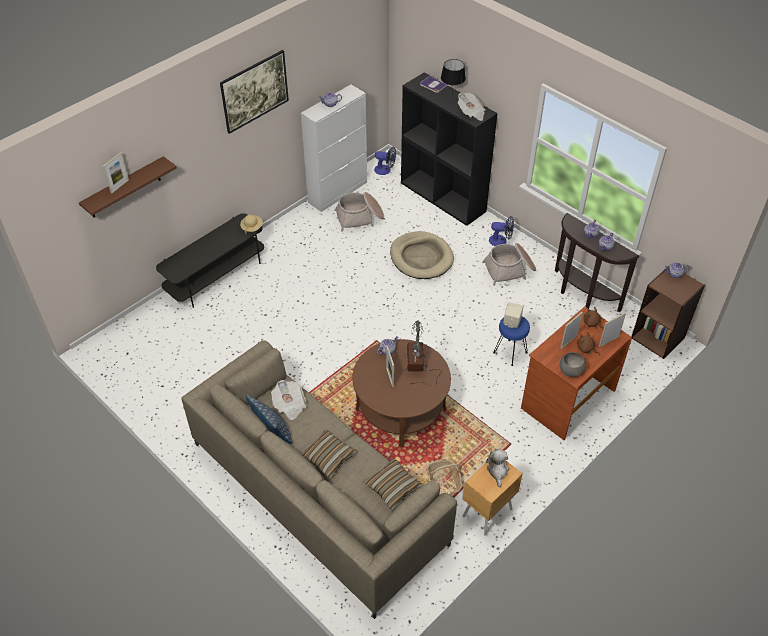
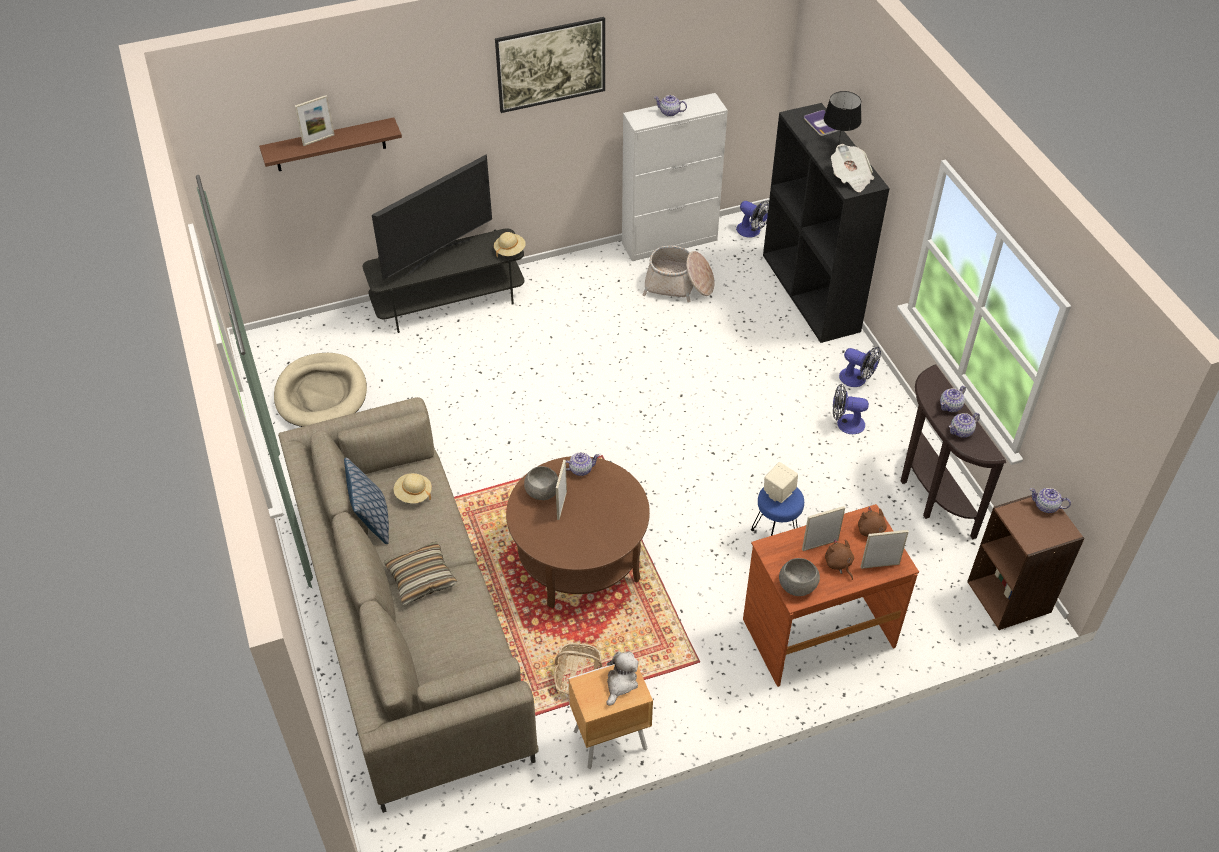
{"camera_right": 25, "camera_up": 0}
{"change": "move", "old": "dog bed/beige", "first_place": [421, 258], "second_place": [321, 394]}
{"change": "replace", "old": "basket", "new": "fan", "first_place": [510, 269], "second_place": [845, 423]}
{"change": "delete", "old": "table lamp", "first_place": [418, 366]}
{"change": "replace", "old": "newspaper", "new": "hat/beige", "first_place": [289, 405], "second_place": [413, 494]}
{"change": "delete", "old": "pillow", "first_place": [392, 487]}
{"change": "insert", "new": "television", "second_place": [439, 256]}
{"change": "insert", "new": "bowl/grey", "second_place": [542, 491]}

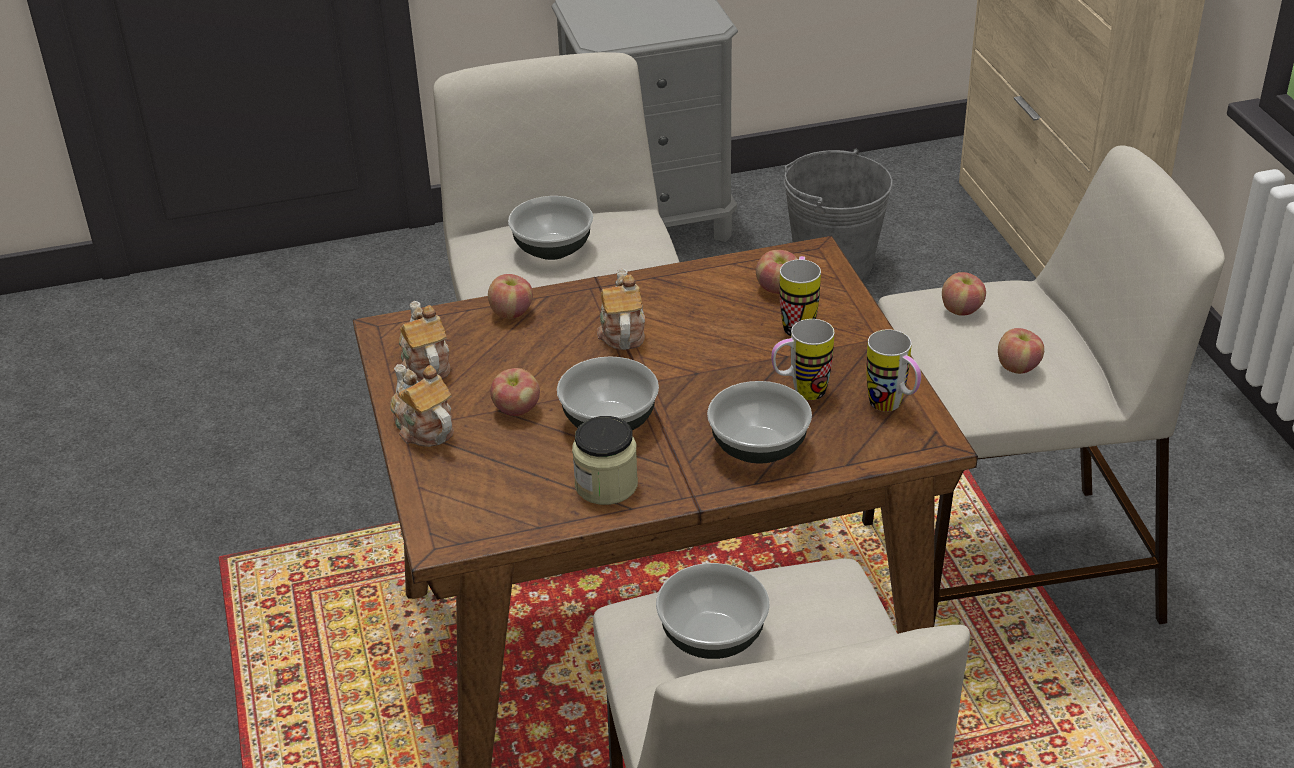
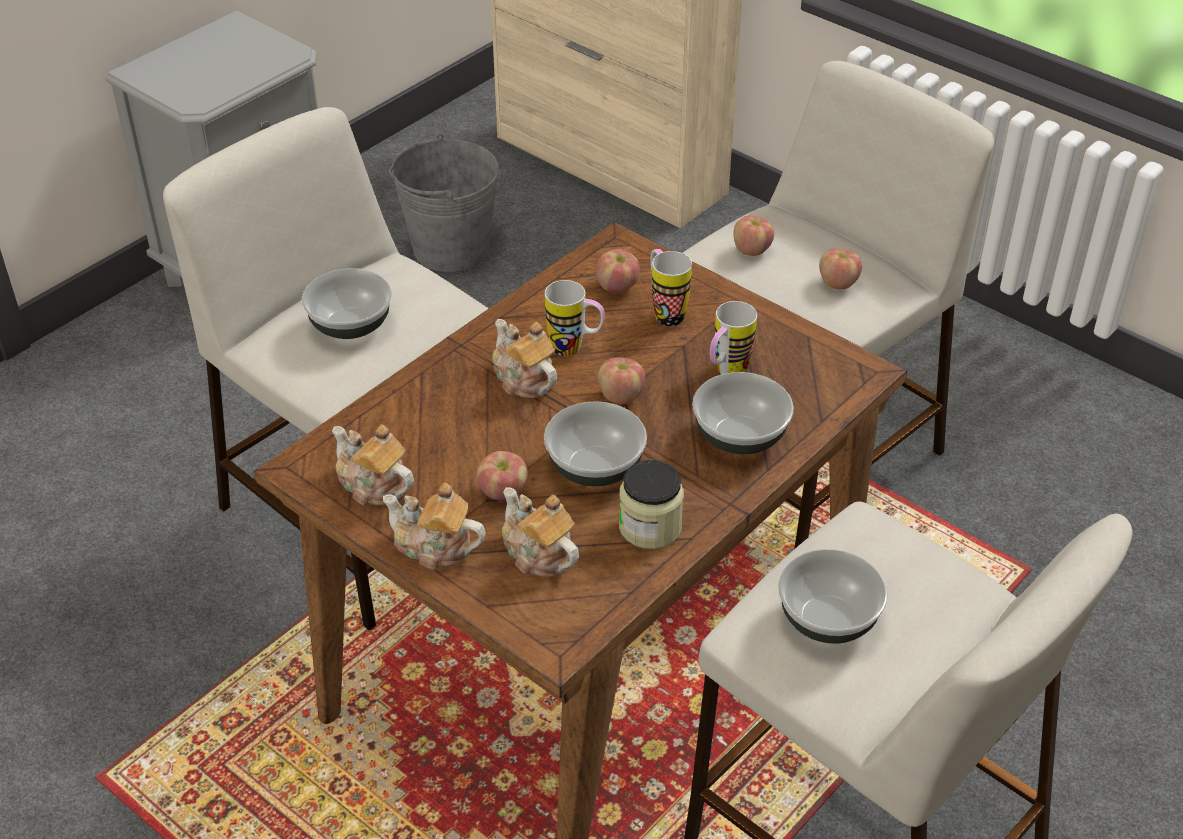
{"camera_right": -35, "camera_up": 5}
{"change": "move", "old": "apple", "first_place": [511, 312], "second_place": [620, 396]}
{"change": "move", "old": "mug", "first_place": [892, 407], "second_place": [575, 349]}
{"change": "insert", "new": "teapot", "second_place": [538, 554]}

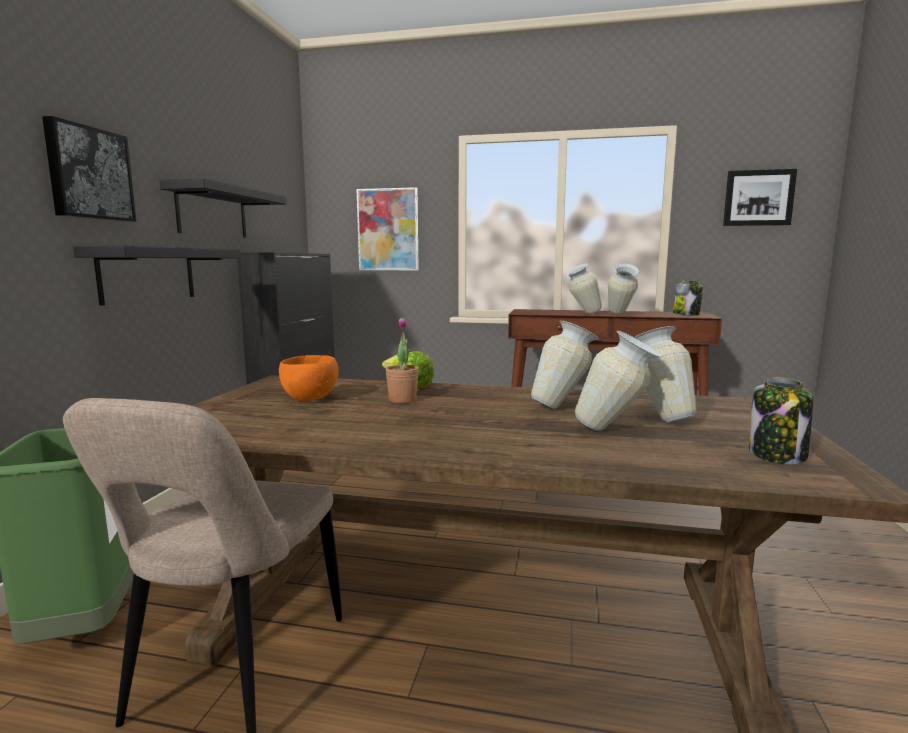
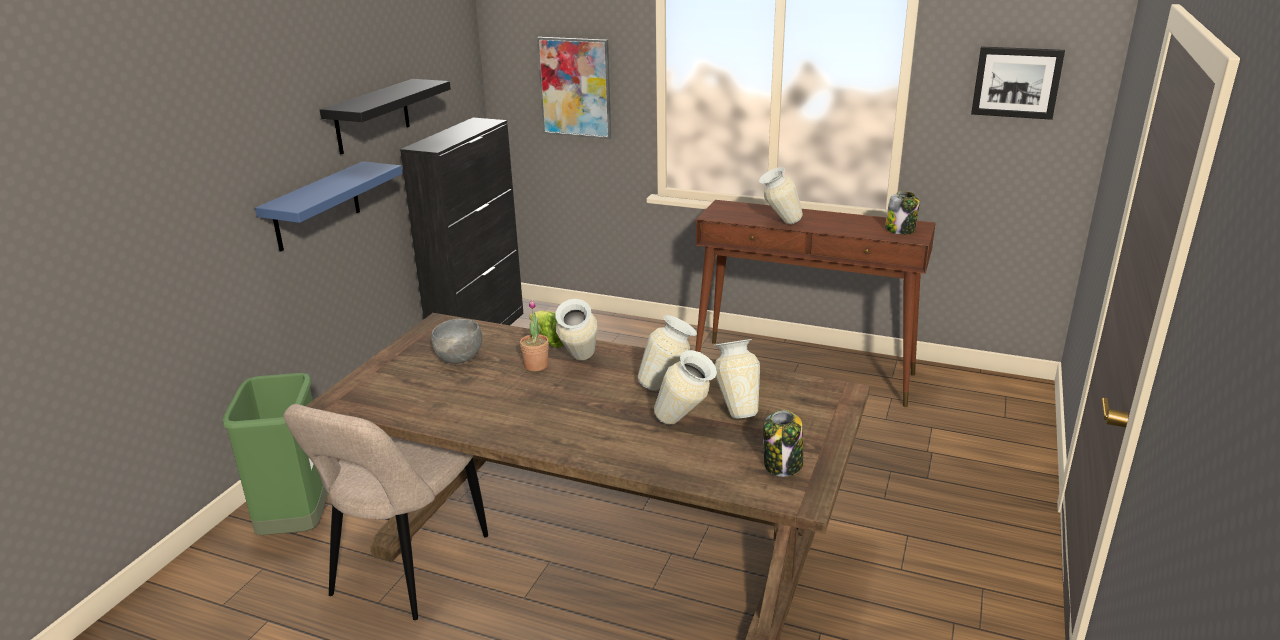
{"camera_right": 10, "camera_up": 15}
{"change": "delete", "old": "picture", "first_place": [89, 173]}
{"change": "recolor", "old": "shelf/black", "new": "shelf/blue", "first_place": [148, 274], "second_place": [317, 206]}
{"change": "move", "old": "vase", "first_place": [620, 314], "second_place": [578, 365]}
{"change": "recolor", "old": "bowl/orange", "new": "bowl/grey", "first_place": [311, 399], "second_place": [460, 359]}

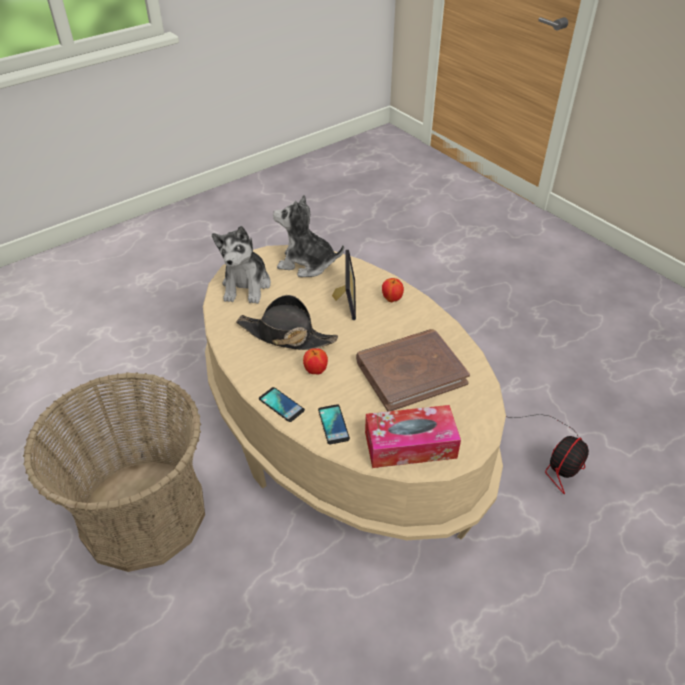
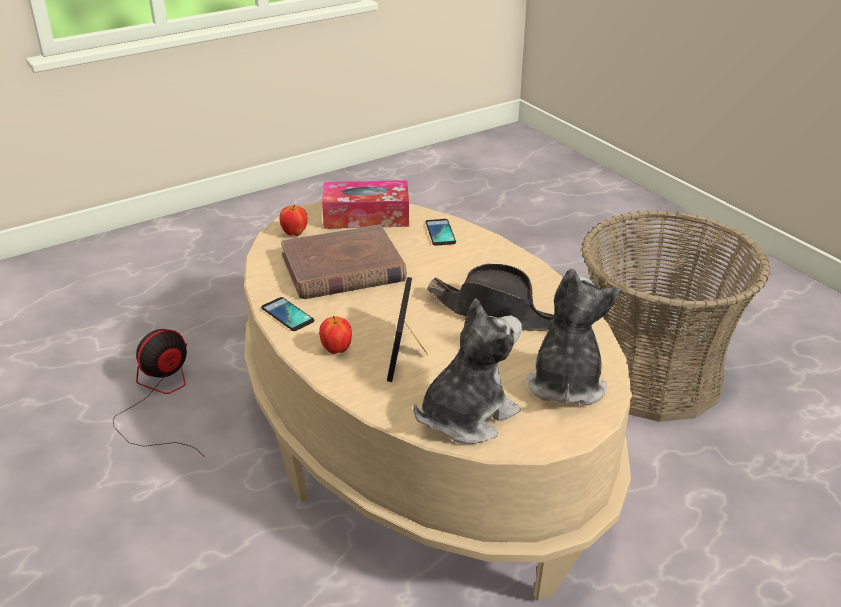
{"camera_right": -175, "camera_up": -10}
{"change": "rotate", "old": "plush toy", "first_place": [306, 264], "second_place": [466, 416], "degrees": -60}
{"change": "move", "old": "apple", "first_place": [315, 371], "second_place": [294, 233]}
{"change": "move", "old": "phone", "first_place": [281, 405], "second_place": [287, 315]}

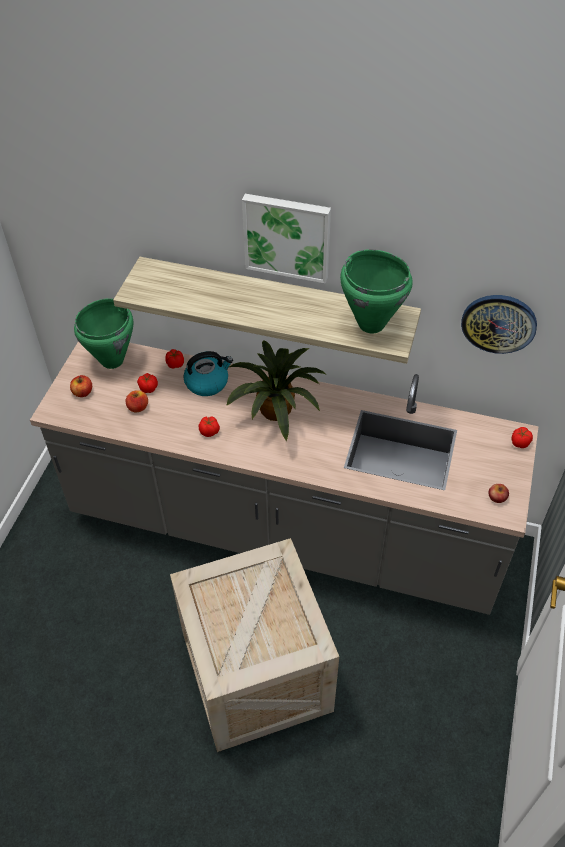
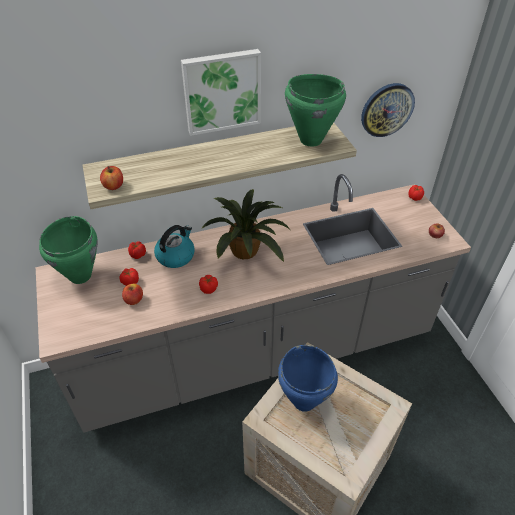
{"camera_right": -35, "camera_up": -5}
{"change": "move", "old": "apple", "first_place": [83, 392], "second_place": [113, 186]}
{"change": "insert", "new": "cooking pot/blue", "second_place": [303, 402]}

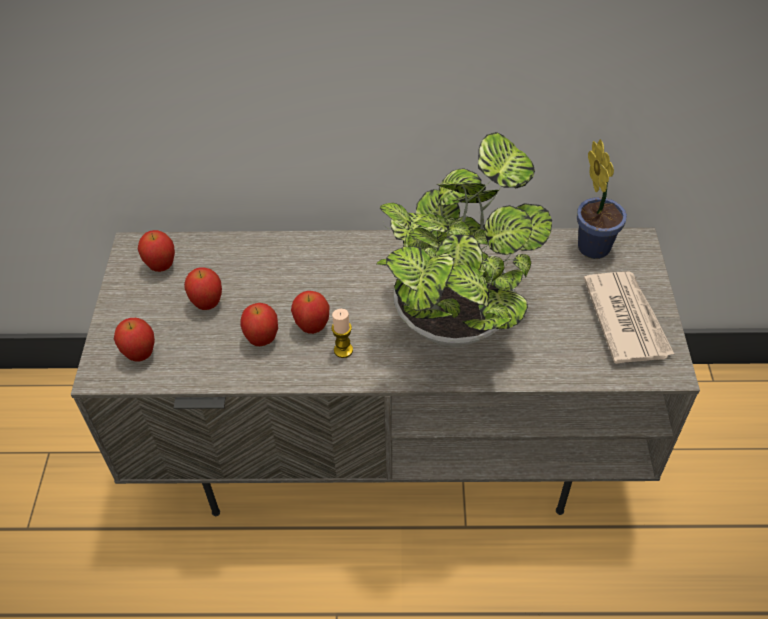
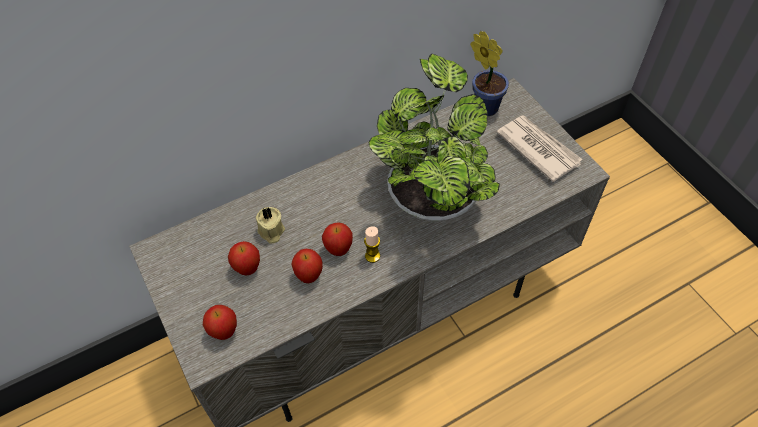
{"camera_right": -30, "camera_up": 5}
{"change": "delete", "old": "apple", "first_place": [161, 266]}
{"change": "insert", "new": "candle/beige", "second_place": [271, 232]}

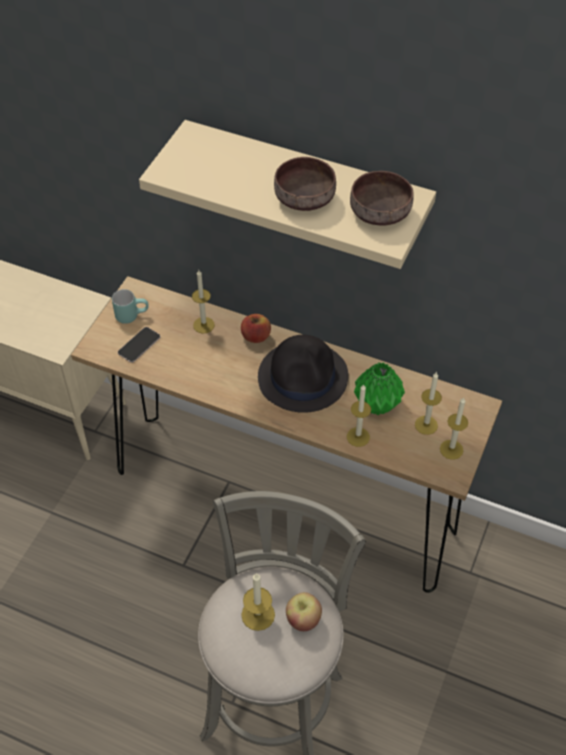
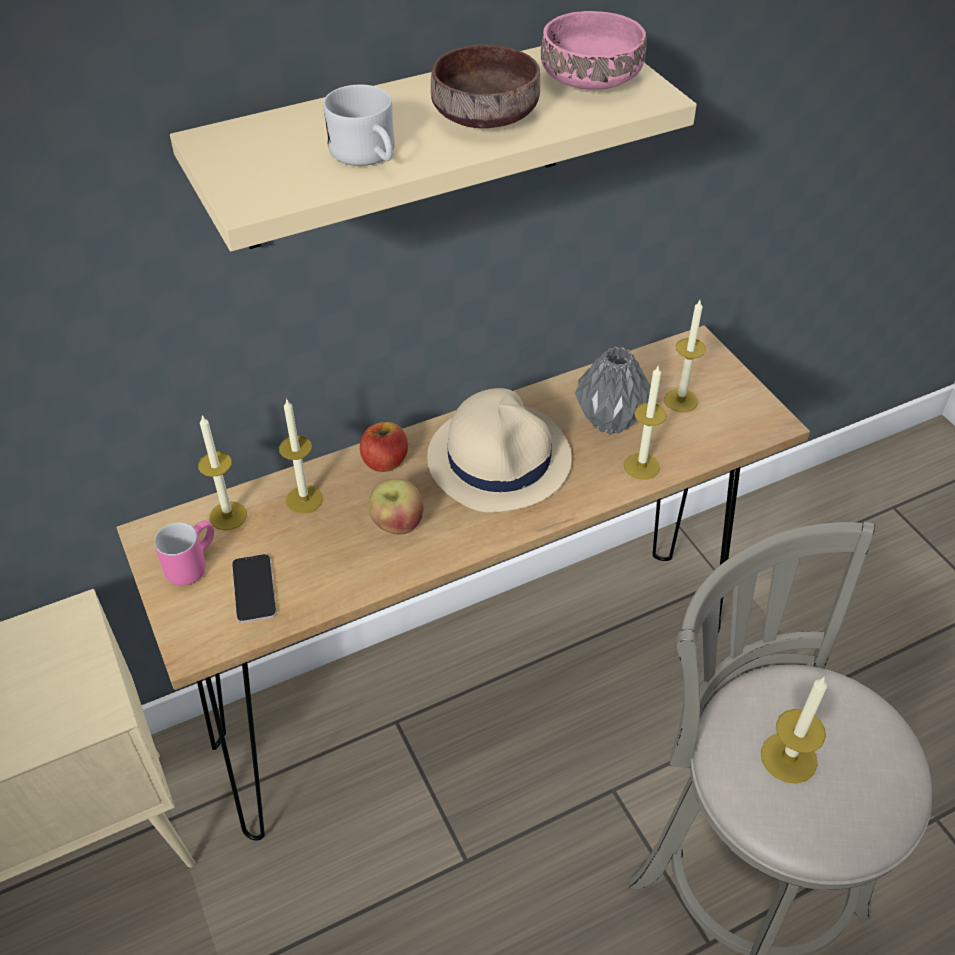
{"camera_right": -50, "camera_up": -5}
{"change": "recolor", "old": "bowl/brown", "new": "bowl/pink", "first_place": [380, 211], "second_place": [589, 78]}
{"change": "recolor", "old": "mug/turquoise", "new": "mug/pink", "first_place": [132, 315], "second_place": [191, 563]}
{"change": "recolor", "old": "hat/black", "new": "hat/beige", "first_place": [303, 377], "second_place": [499, 458]}
{"change": "recolor", "old": "vase/green", "new": "vase/grey", "first_place": [378, 404], "second_place": [611, 420]}
{"change": "move", "old": "candle", "first_place": [451, 449], "second_place": [228, 516]}
{"change": "move", "old": "apple", "first_place": [303, 619], "second_place": [397, 524]}
{"change": "insert", "new": "mug/white", "second_place": [368, 156]}

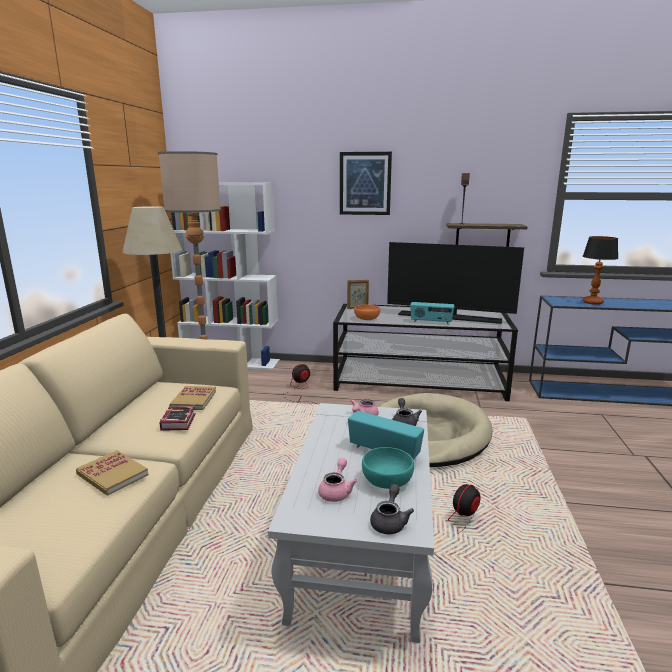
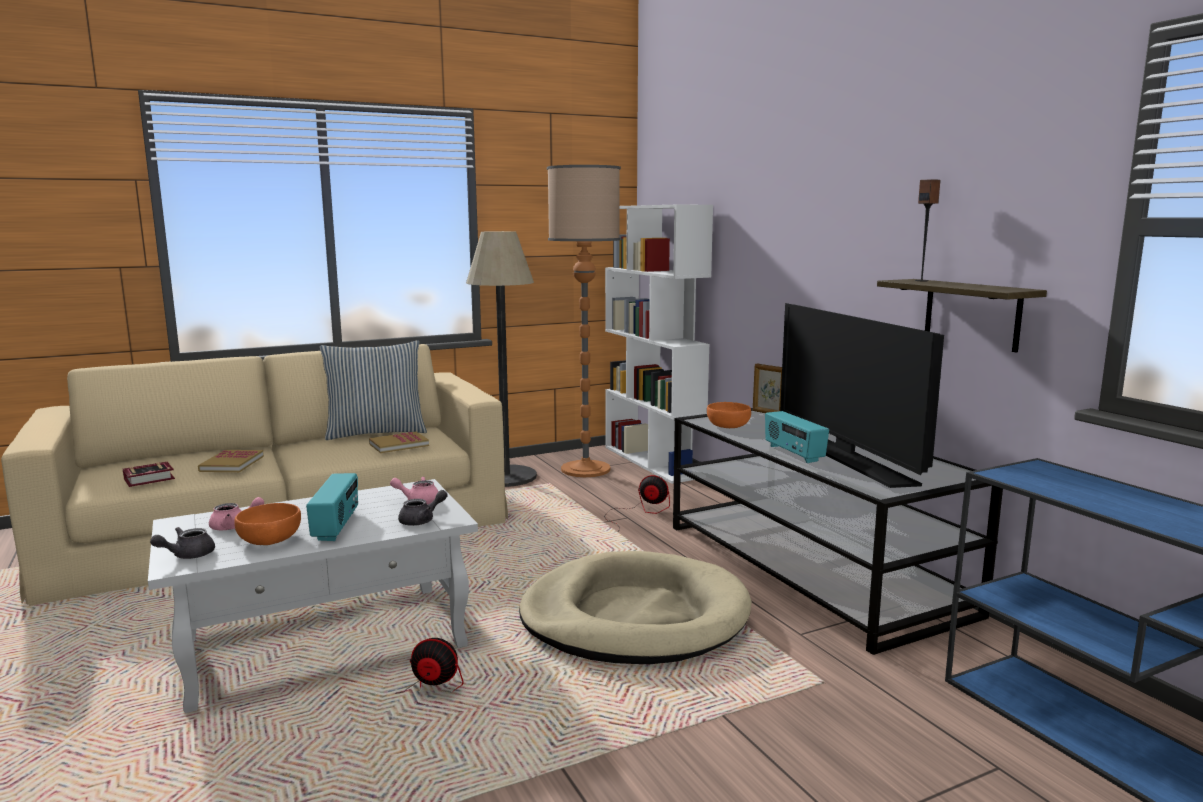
{"camera_right": 55, "camera_up": -5}
{"change": "delete", "old": "picture", "first_place": [365, 183]}
{"change": "delete", "old": "table lamp", "first_place": [593, 302]}
{"change": "move", "old": "book", "first_place": [180, 421], "second_place": [151, 479]}
{"change": "recolor", "old": "bowl/turquoise", "new": "bowl/orange", "first_place": [386, 480], "second_place": [271, 539]}
{"change": "rotate", "old": "teapot/grey", "first_place": [389, 521], "second_place": [187, 555], "degrees": 150}
{"change": "insert", "new": "pillow", "second_place": [376, 433]}

